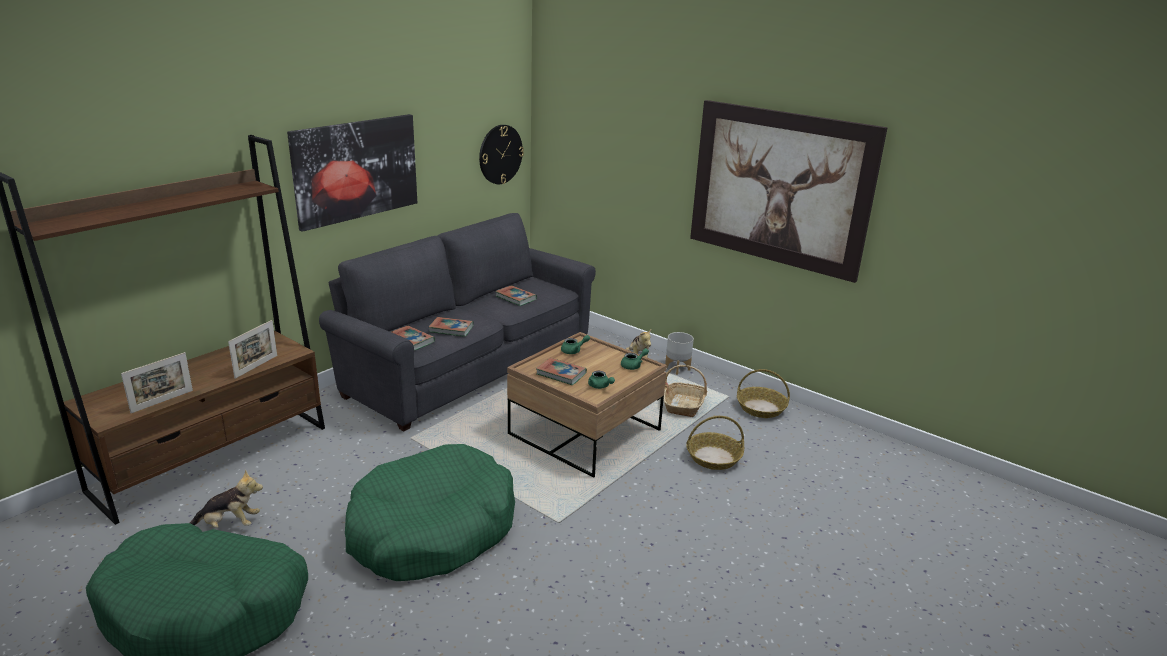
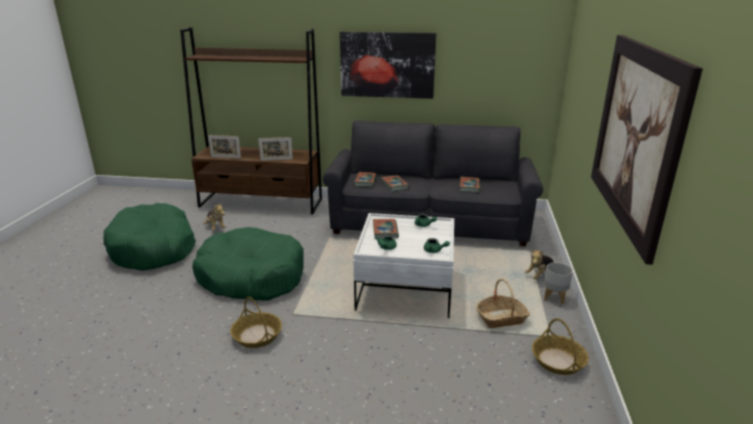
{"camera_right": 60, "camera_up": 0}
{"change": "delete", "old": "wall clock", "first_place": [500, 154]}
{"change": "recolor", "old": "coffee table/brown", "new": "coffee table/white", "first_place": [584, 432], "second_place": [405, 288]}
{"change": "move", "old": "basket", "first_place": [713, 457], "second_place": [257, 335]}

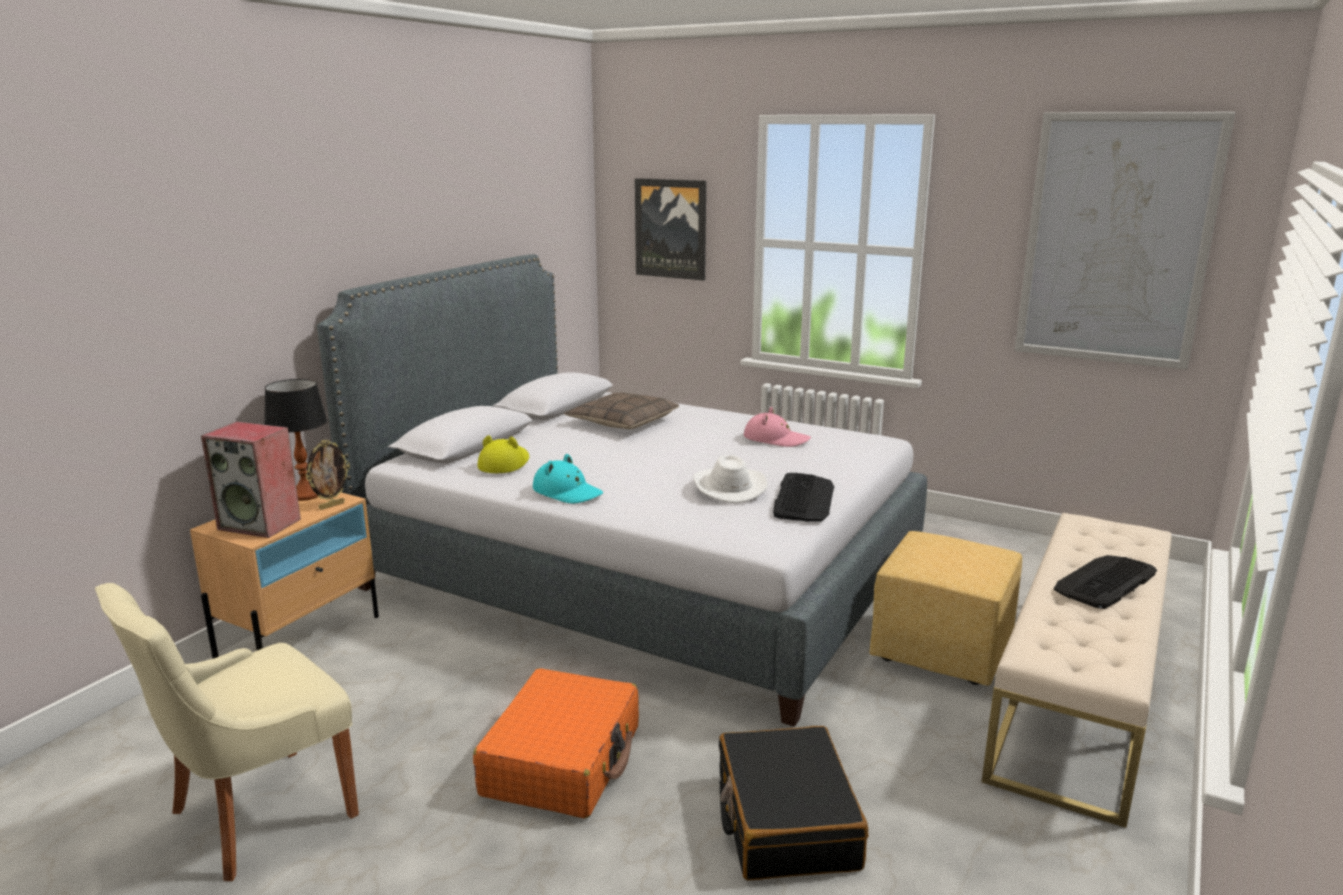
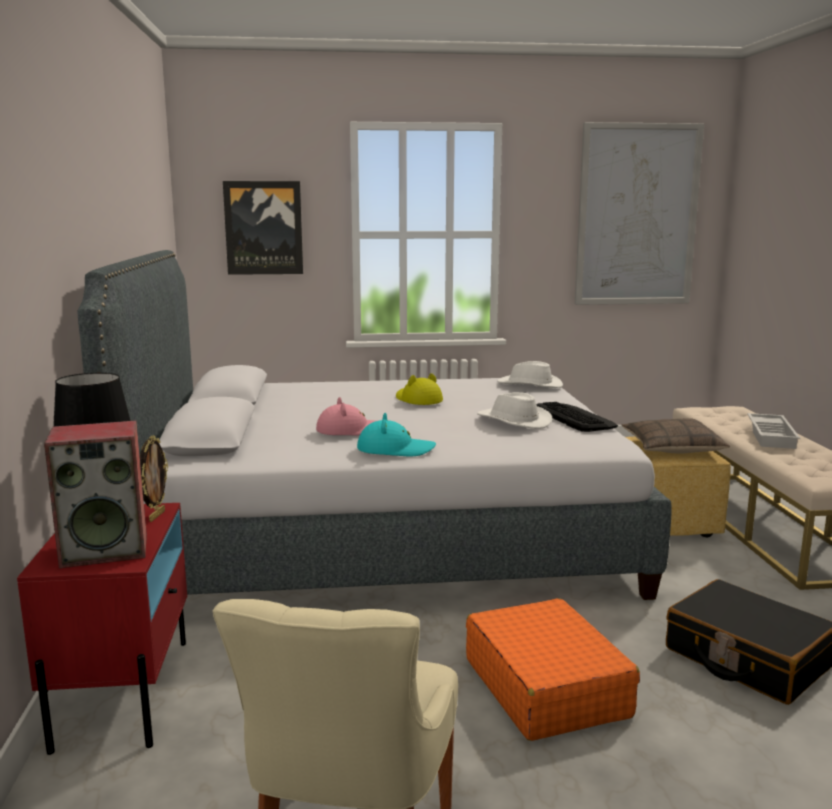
{"camera_right": -35, "camera_up": -5}
{"change": "move", "old": "pillow", "first_place": [622, 421], "second_place": [672, 447]}
{"change": "move", "old": "hat/pink", "first_place": [776, 439], "second_place": [351, 431]}
{"change": "move", "old": "hat/yellow", "first_place": [504, 463], "second_place": [418, 400]}
{"change": "recolor", "old": "nightstand/beige", "new": "nightstand/red", "first_place": [301, 638], "second_place": [125, 691]}
{"change": "replace", "old": "keyboard", "new": "tray/white", "first_place": [1104, 582], "second_place": [772, 436]}
{"change": "insert", "new": "hat/white", "second_place": [530, 385]}

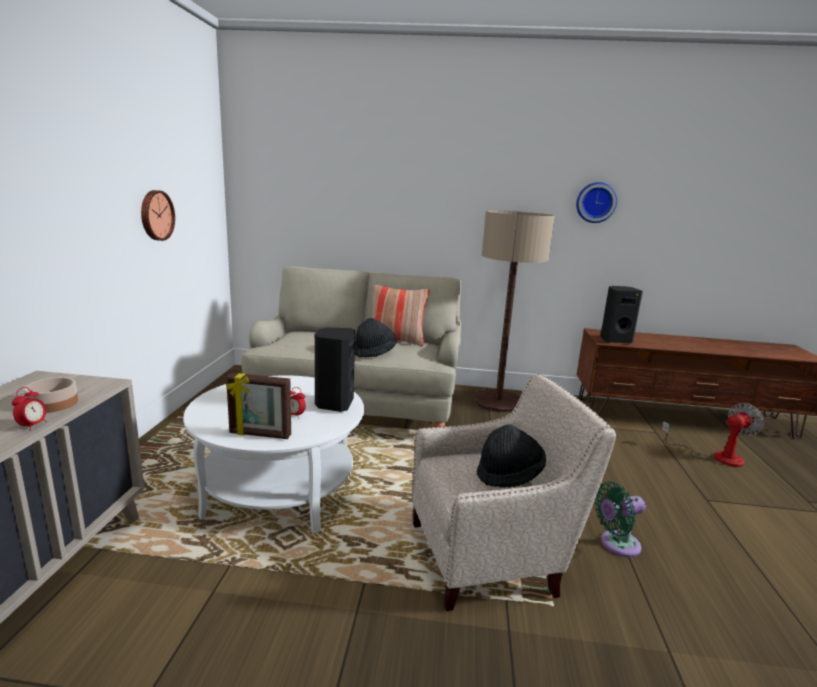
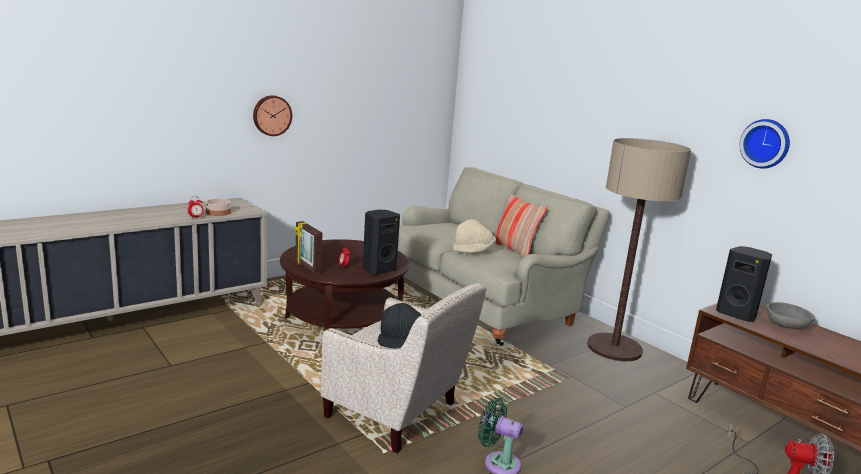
{"camera_right": 45, "camera_up": 0}
{"change": "move", "old": "wall clock", "first_place": [155, 215], "second_place": [271, 115]}
{"change": "recolor", "old": "hat/black", "new": "hat/beige", "first_place": [374, 352], "second_place": [473, 251]}
{"change": "recolor", "old": "coffee table/white", "new": "coffee table/brown", "first_place": [280, 490], "second_place": [343, 324]}
{"change": "insert", "new": "bowl/grey", "second_place": [786, 326]}

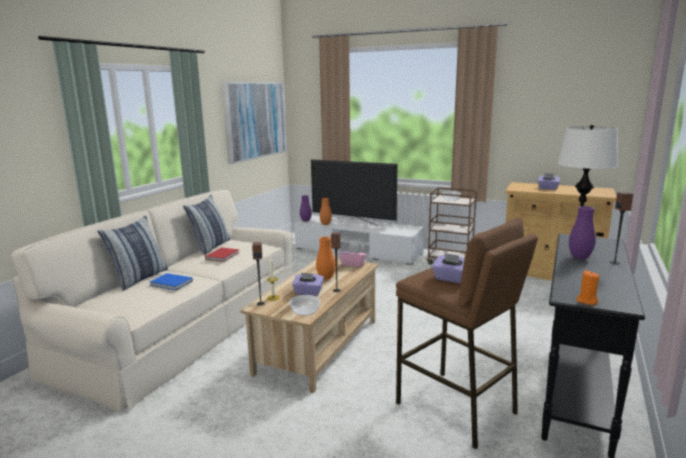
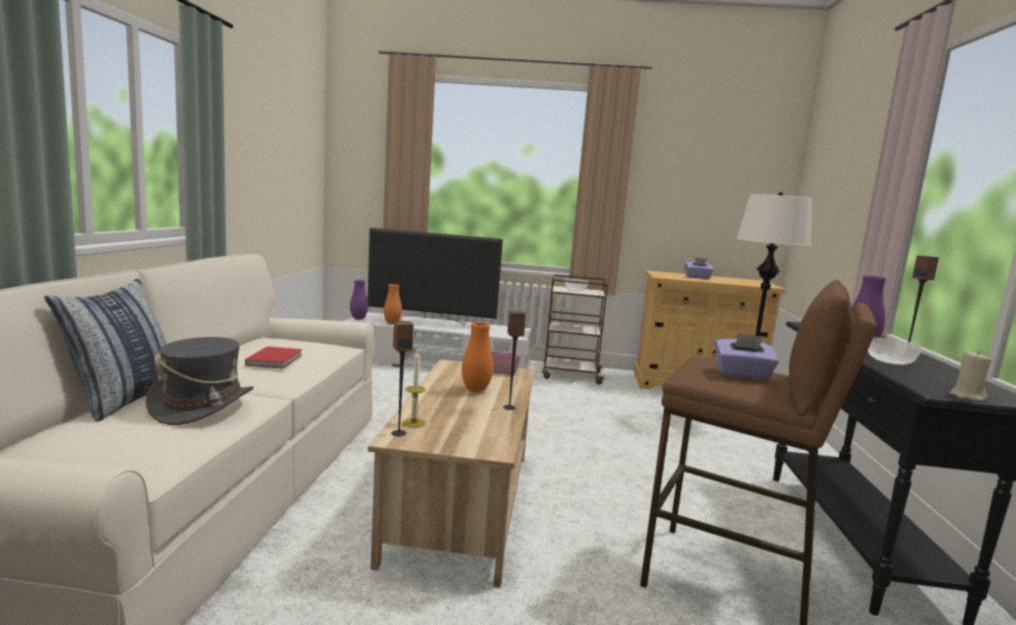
{"camera_right": -20, "camera_up": -5}
{"change": "delete", "old": "picture", "first_place": [255, 120]}
{"change": "delete", "old": "pillow", "first_place": [210, 247]}
{"change": "recolor", "old": "candle/orange", "new": "candle/beige", "first_place": [587, 301], "second_place": [967, 396]}
{"change": "replace", "old": "book/blue", "new": "hat/grey", "first_place": [171, 283], "second_place": [202, 405]}
{"change": "delete", "old": "tissue box/purple", "first_place": [308, 292]}
{"change": "move", "old": "bowl", "first_place": [305, 311], "second_place": [889, 361]}

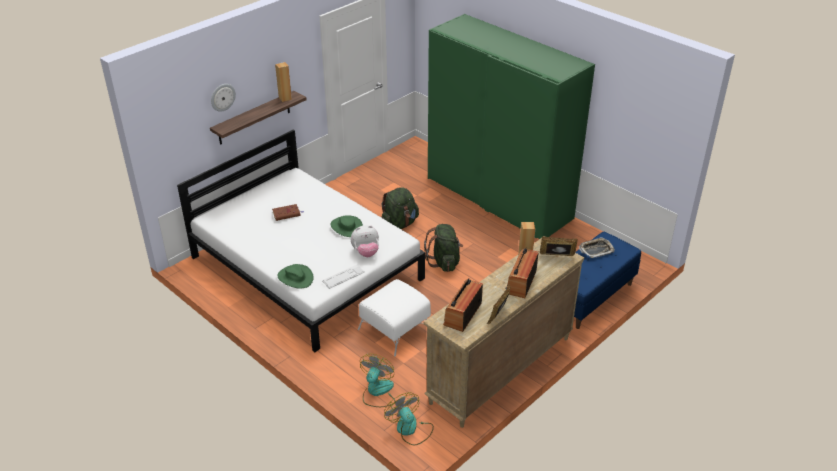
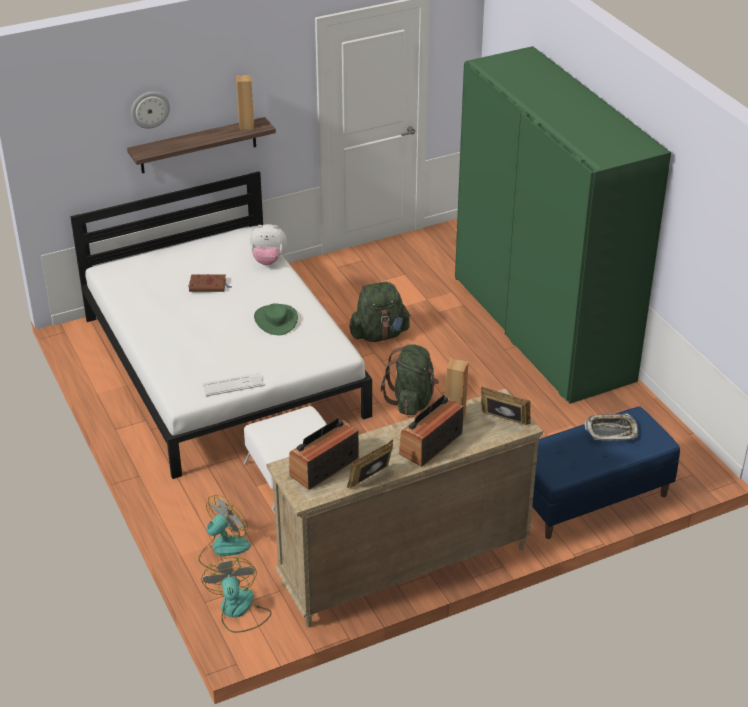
{"camera_right": 20, "camera_up": 0}
{"change": "move", "old": "plush toy", "first_place": [366, 253], "second_place": [268, 261]}
{"change": "delete", "old": "hat/green", "first_place": [295, 277]}

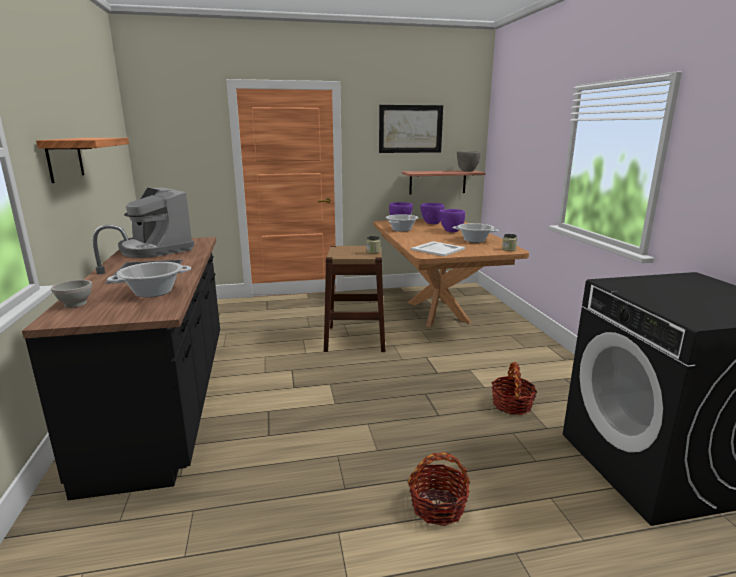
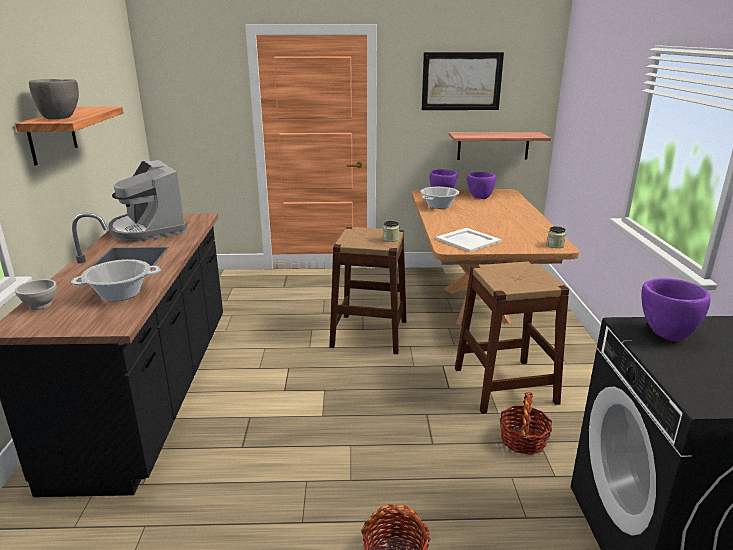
{"camera_right": 10, "camera_up": 5}
{"change": "move", "old": "bowl/grey", "first_place": [467, 171], "second_place": [60, 118]}
{"change": "move", "old": "bowl/purple", "first_place": [451, 231], "second_place": [666, 333]}
{"change": "delete", "old": "cooking pot", "first_place": [474, 240]}
{"change": "insert", "new": "stool/brown", "second_place": [504, 385]}

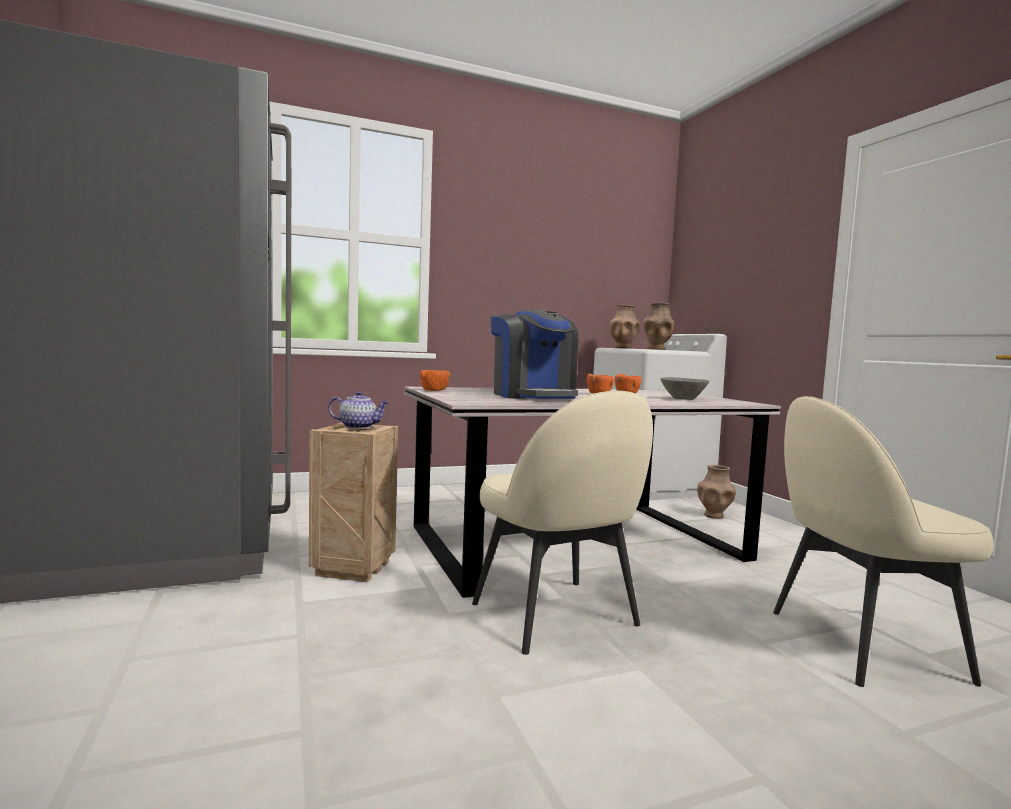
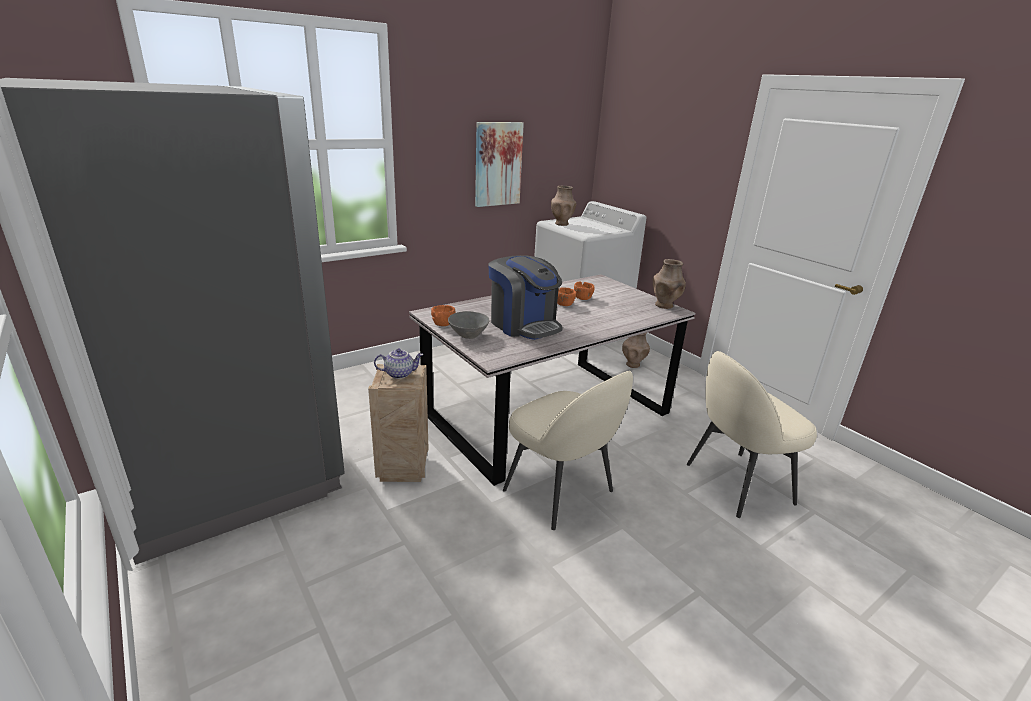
{"camera_right": -15, "camera_up": 20}
{"change": "move", "old": "vase/brown", "first_place": [656, 349], "second_place": [664, 306]}
{"change": "move", "old": "bowl/grey", "first_place": [683, 399], "second_place": [468, 335]}
{"change": "insert", "new": "picture", "second_place": [497, 164]}

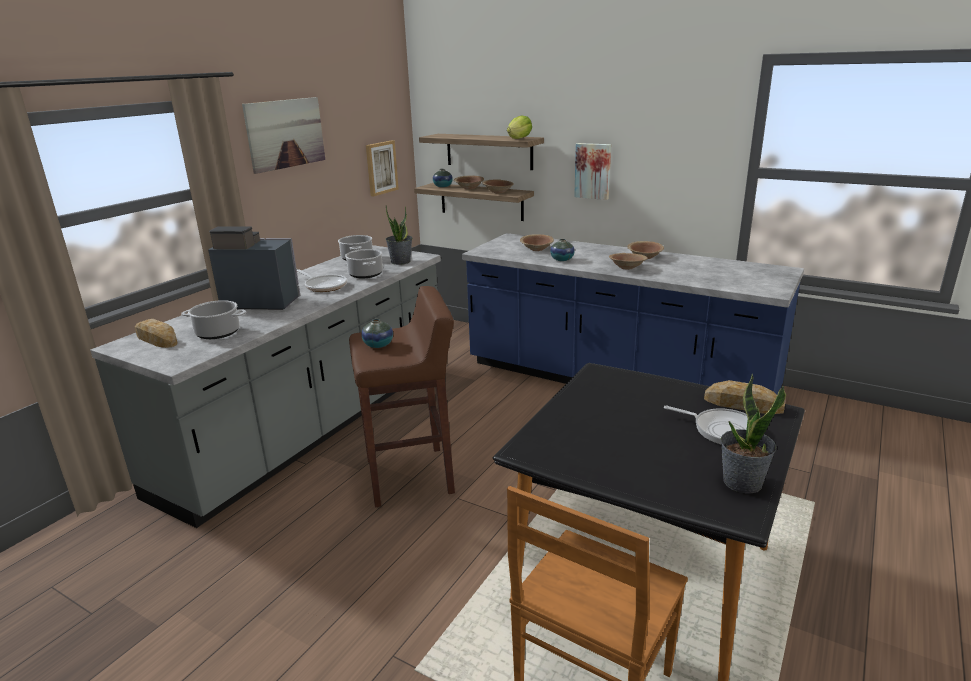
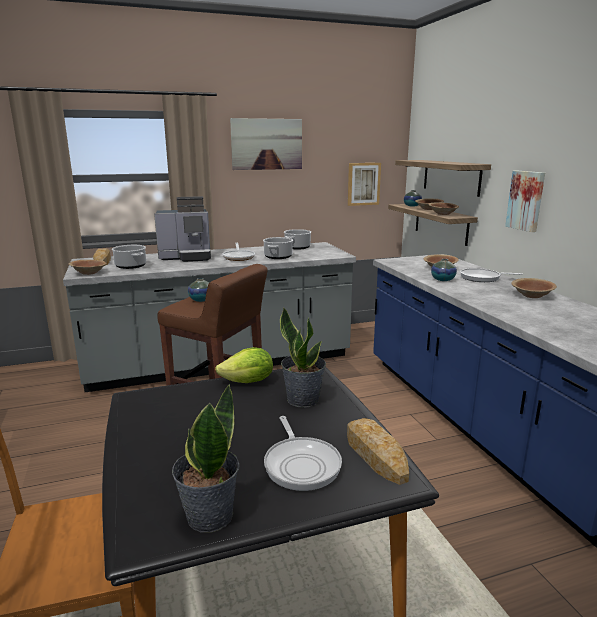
{"camera_right": 40, "camera_up": -5}
{"change": "move", "old": "lettuce", "first_place": [519, 138], "second_place": [248, 382]}
{"change": "move", "old": "potted plant", "first_place": [400, 261], "second_place": [303, 399]}
{"change": "rotate", "old": "coffee machine", "first_place": [260, 302], "second_place": [187, 257], "degrees": 120}
{"change": "move", "old": "bowl/brown", "first_place": [627, 267], "second_place": [89, 273]}
{"change": "insert", "new": "frying pan", "second_place": [482, 278]}

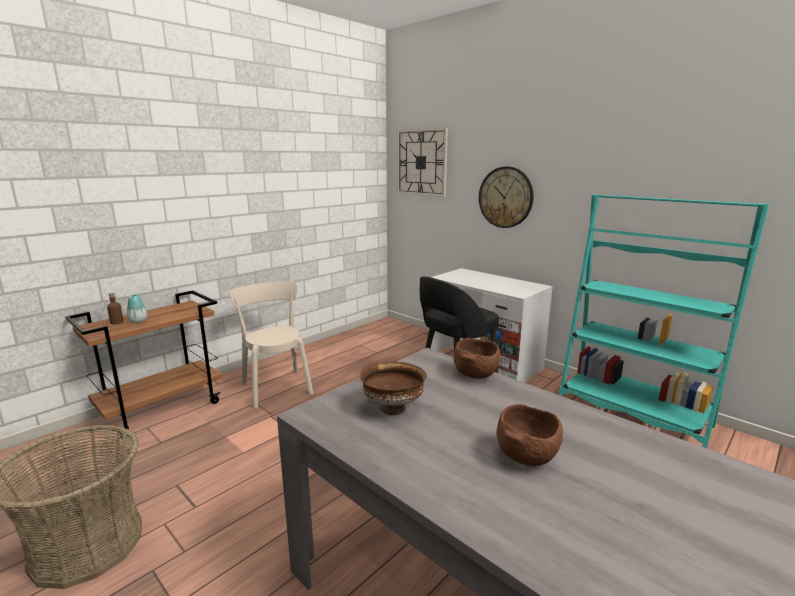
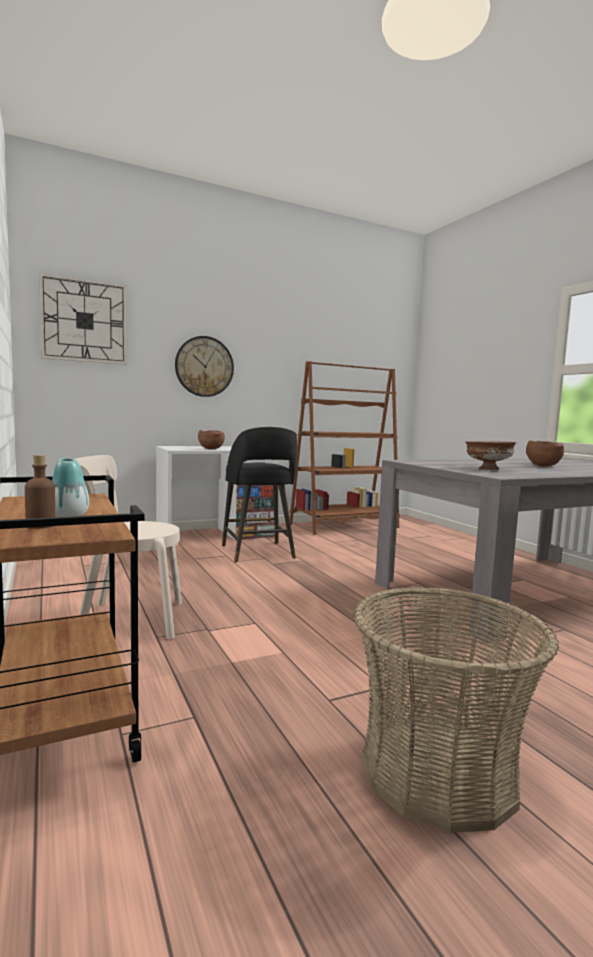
{"camera_right": -70, "camera_up": -10}
{"change": "recolor", "old": "bookcase/turquoise", "new": "bookcase/brown", "first_place": [632, 416], "second_place": [344, 526]}
{"change": "move", "old": "bowl/brown", "first_place": [475, 374], "second_place": [210, 449]}

